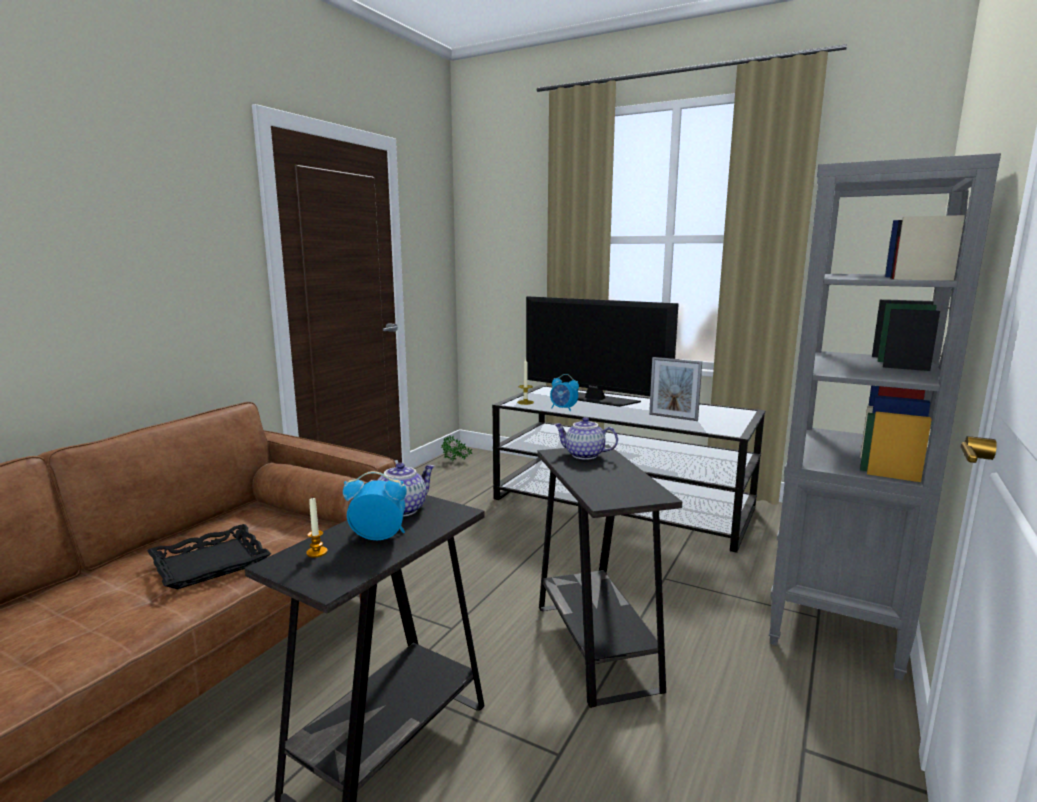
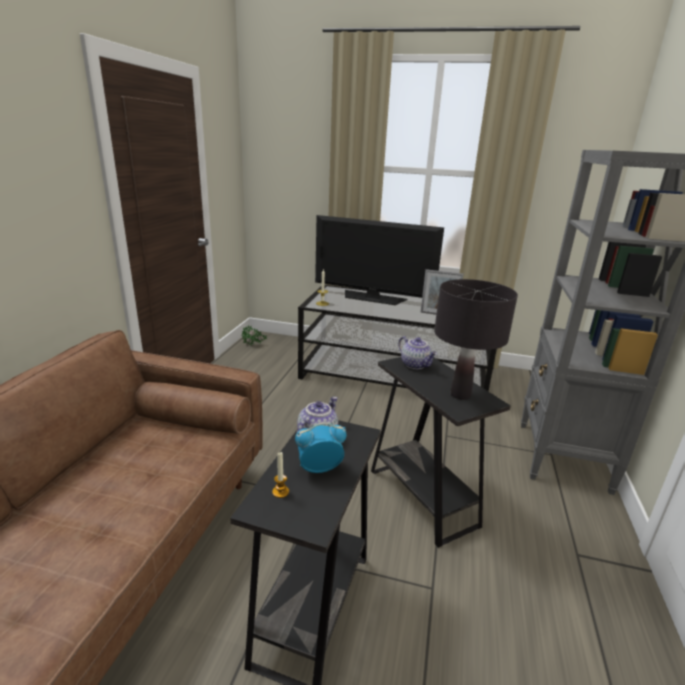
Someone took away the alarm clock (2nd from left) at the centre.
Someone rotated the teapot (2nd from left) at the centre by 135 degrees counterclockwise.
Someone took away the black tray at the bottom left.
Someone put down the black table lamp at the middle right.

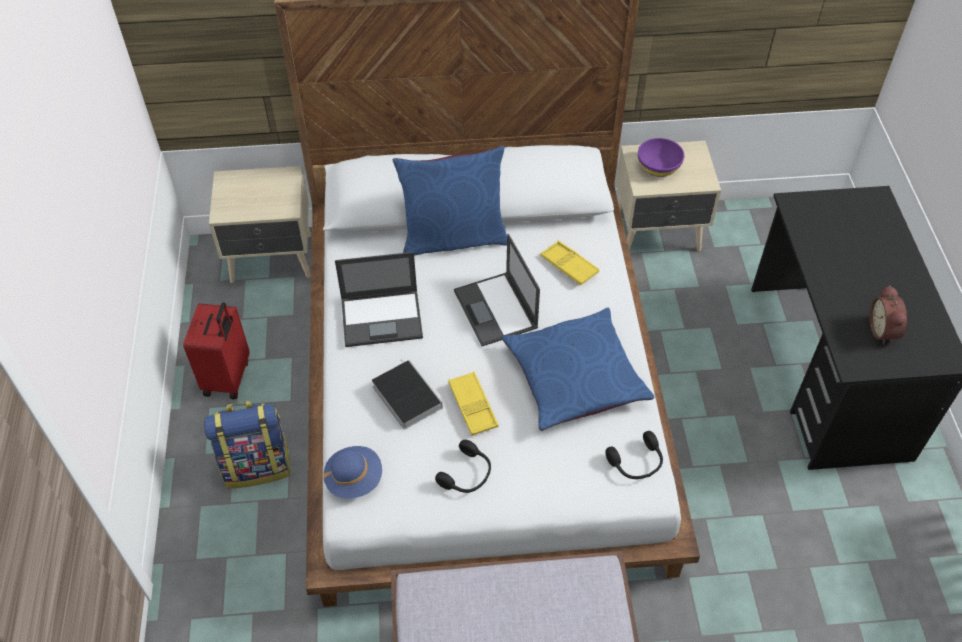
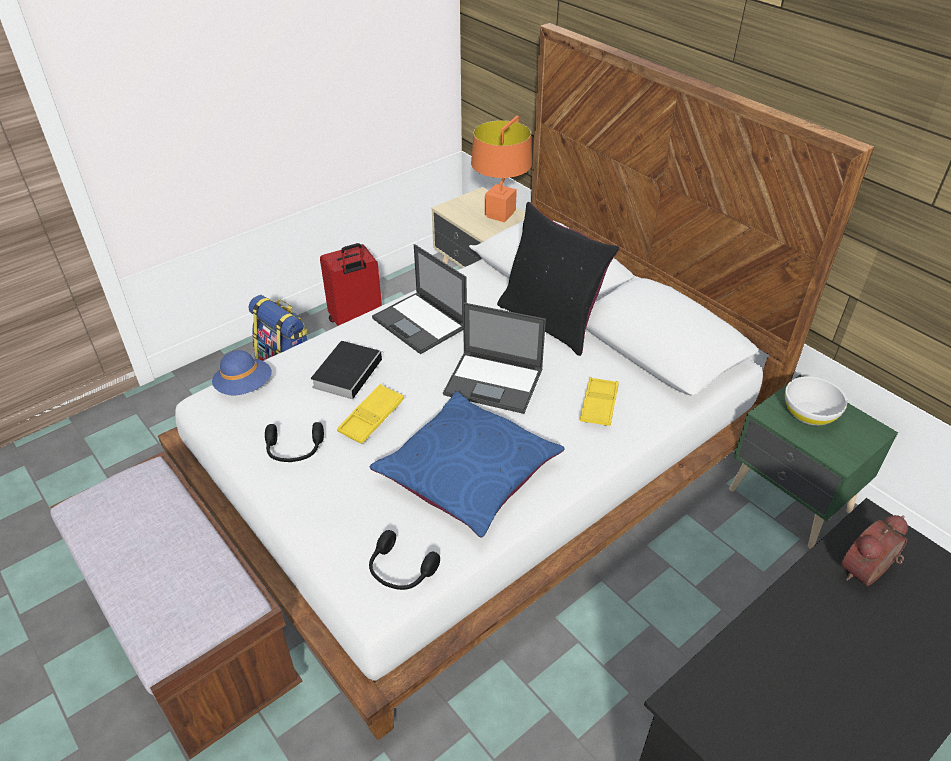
Someone repainted the purple bowl at the top right, which became the white bowl at the middle right.
Someone repainted the beige nightstand (2nd from left) at the top right, which became the green nightstand at the middle right.
Someone repainted the blue pillow (1st from left) at the top centre, which became the black pillow at the centre.
Someone rotated the laptop (2nd from left) at the centre by 105 degrees counterclockwise.
Someone carried the alarm clock from the middle right to the bottom right.
Someone put down the orange table lamp at the top centre.

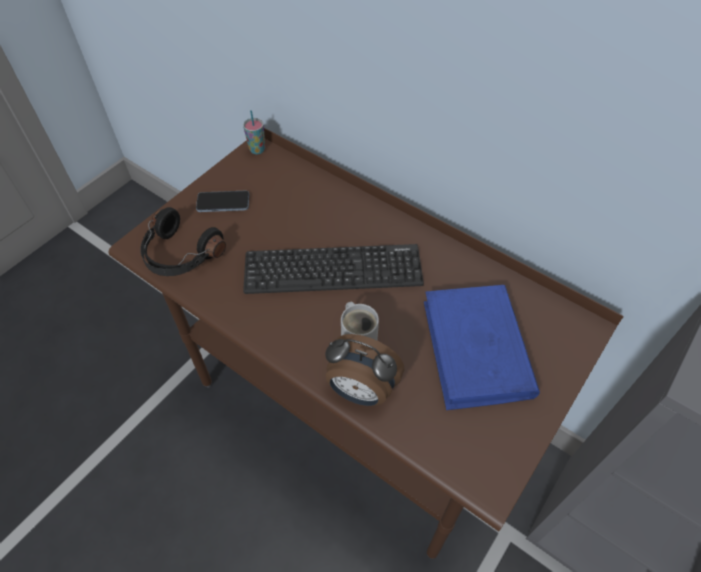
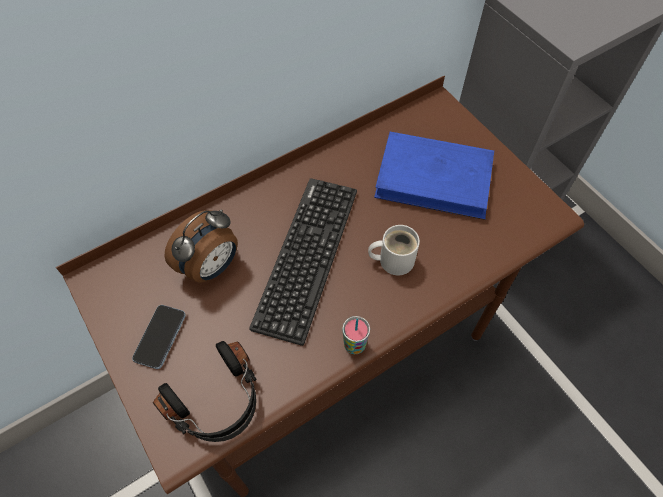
Someone carried the cup from the top centre to the bottom centre.
Someone carried the alarm clock from the centre to the middle left.

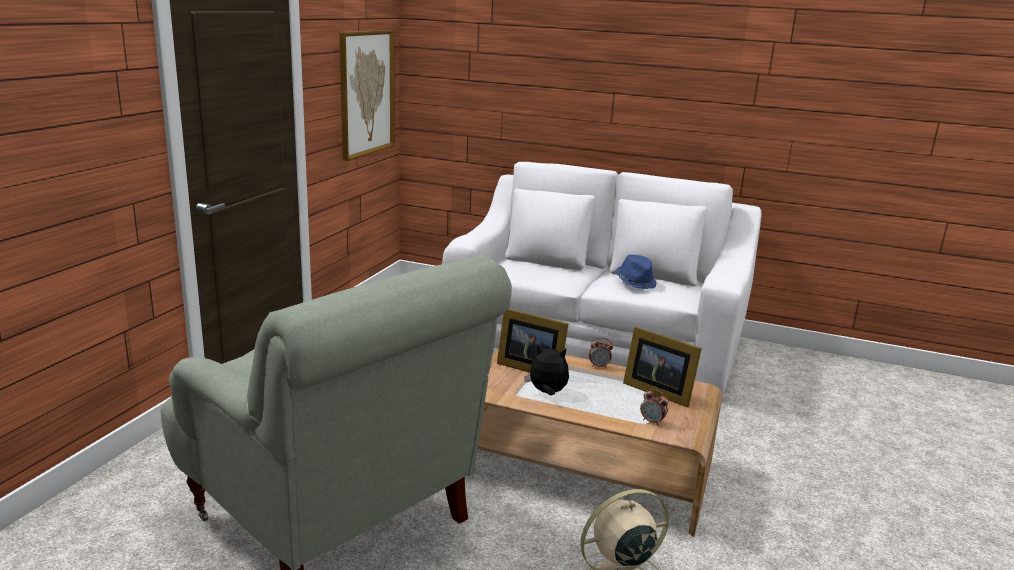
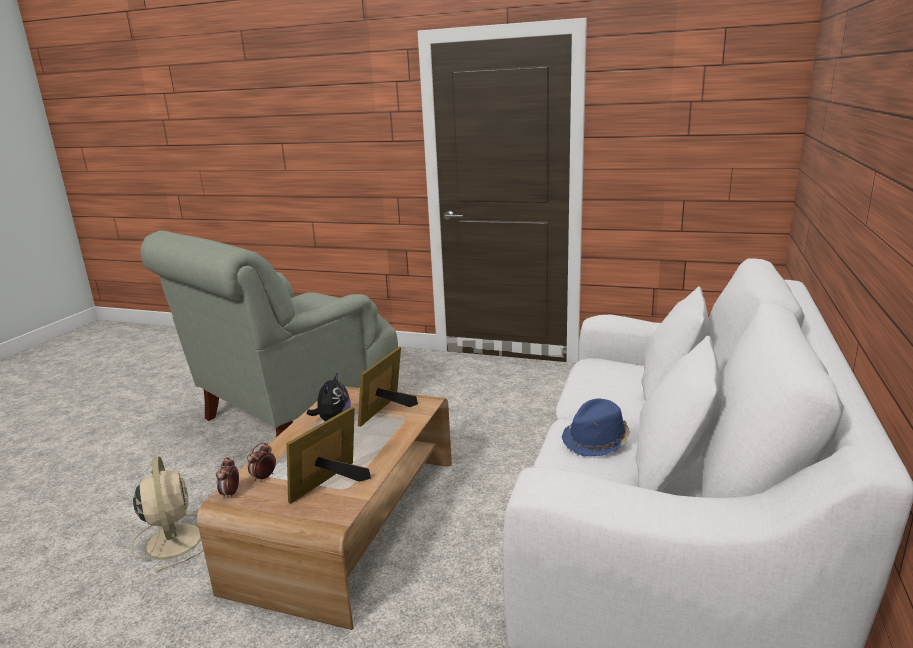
Someone took away the picture at the top centre.
Someone carried the alarm clock (1st from left) from the centre to the bottom left.

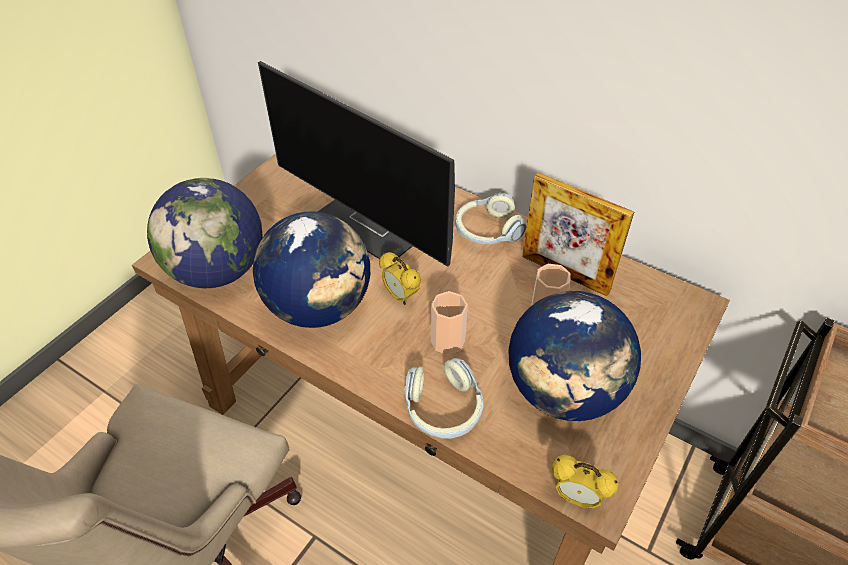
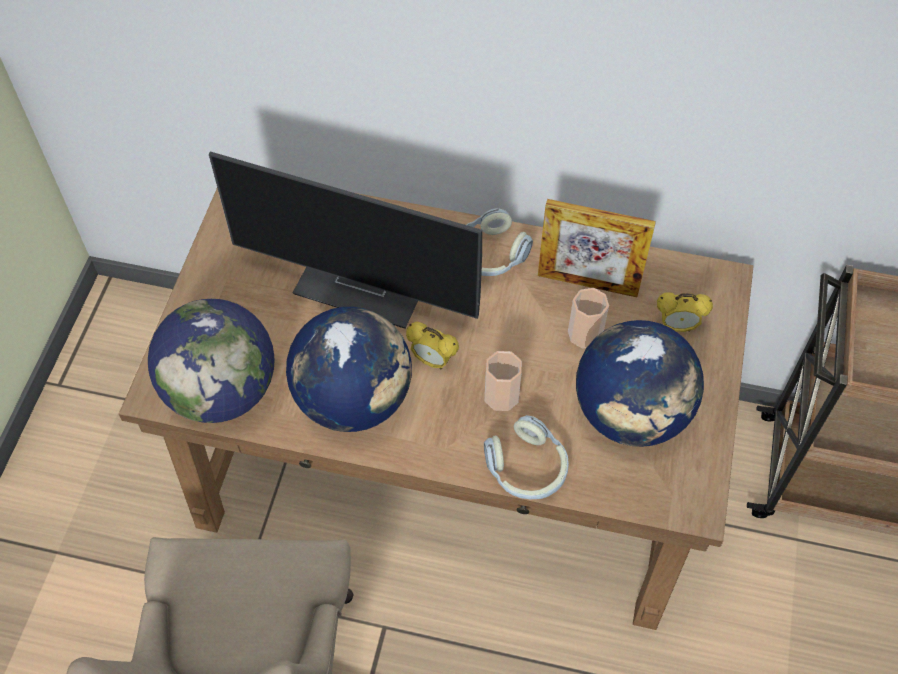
Someone carried the alarm clock (2nd from left) from the bottom right to the middle right.

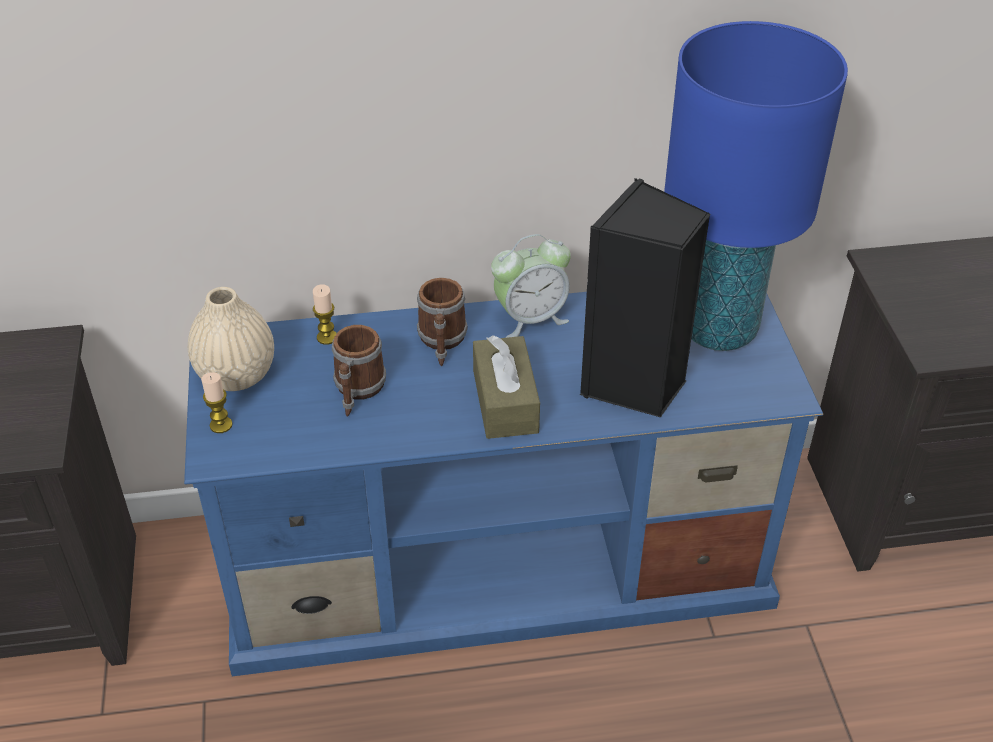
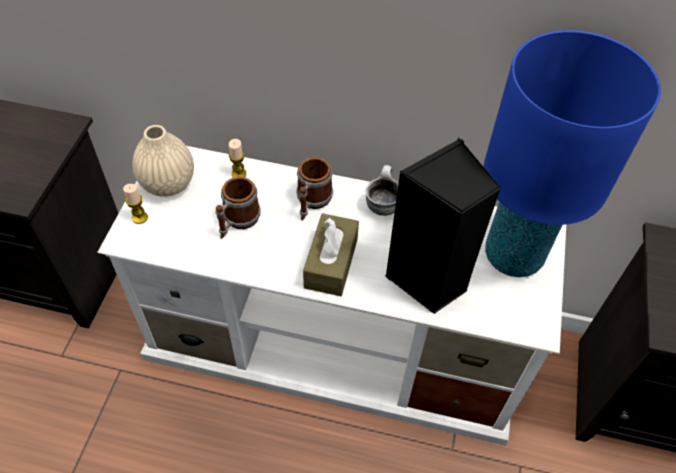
Someone swapped the alarm clock at the centre for the mug (3rd from left) at the centre.
Someone repainted the blue tv stand at the centre, which became the white tv stand at the centre.

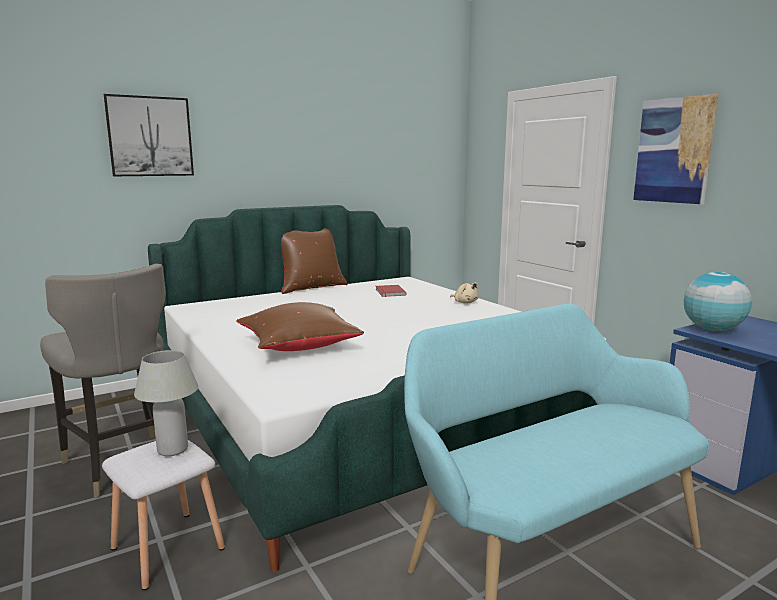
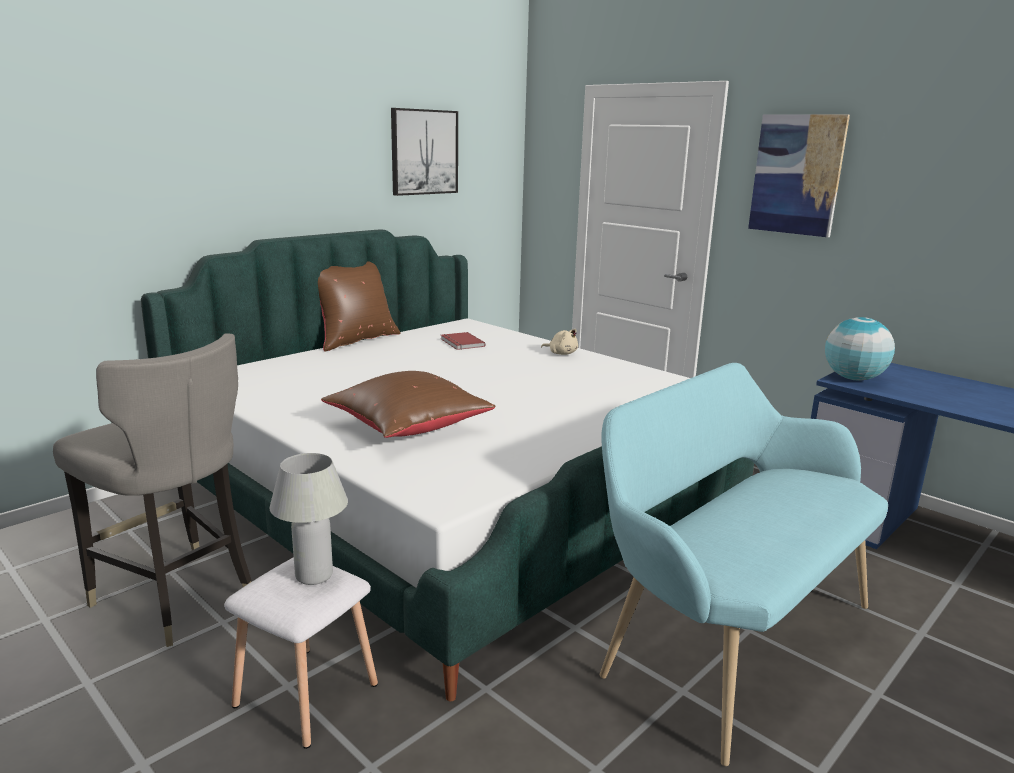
Someone carried the picture (1st from left) from the top left to the top centre.

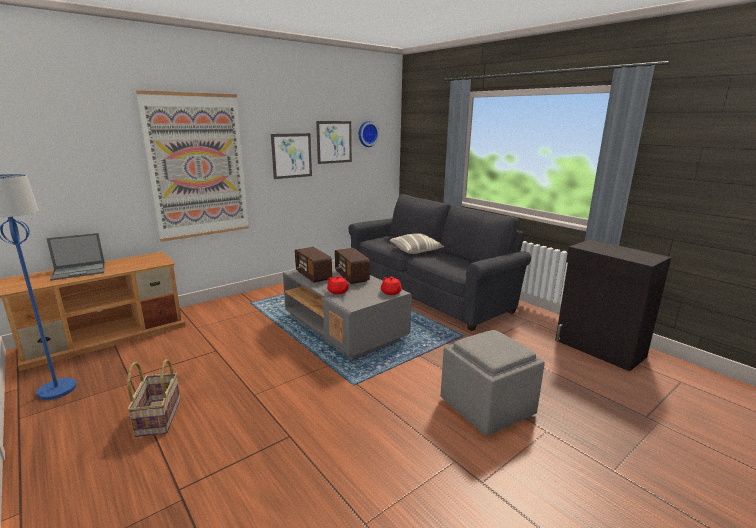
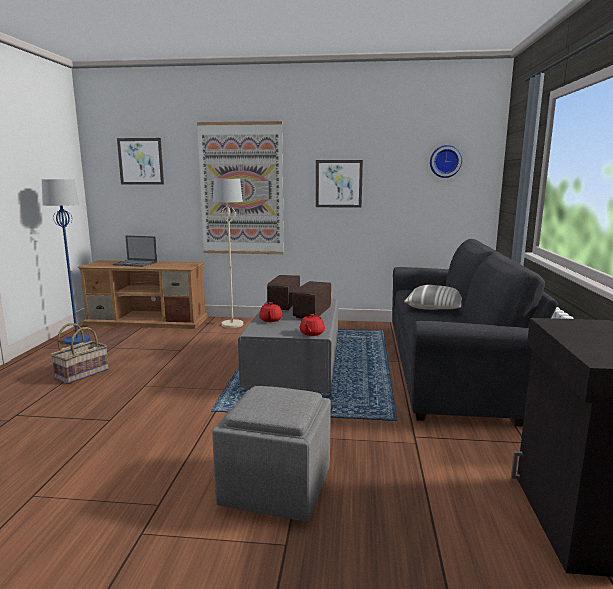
Someone carried the picture (3rd from left in the first image) from the top centre to the top left.
Someone put down the beige floor lamp at the centre.

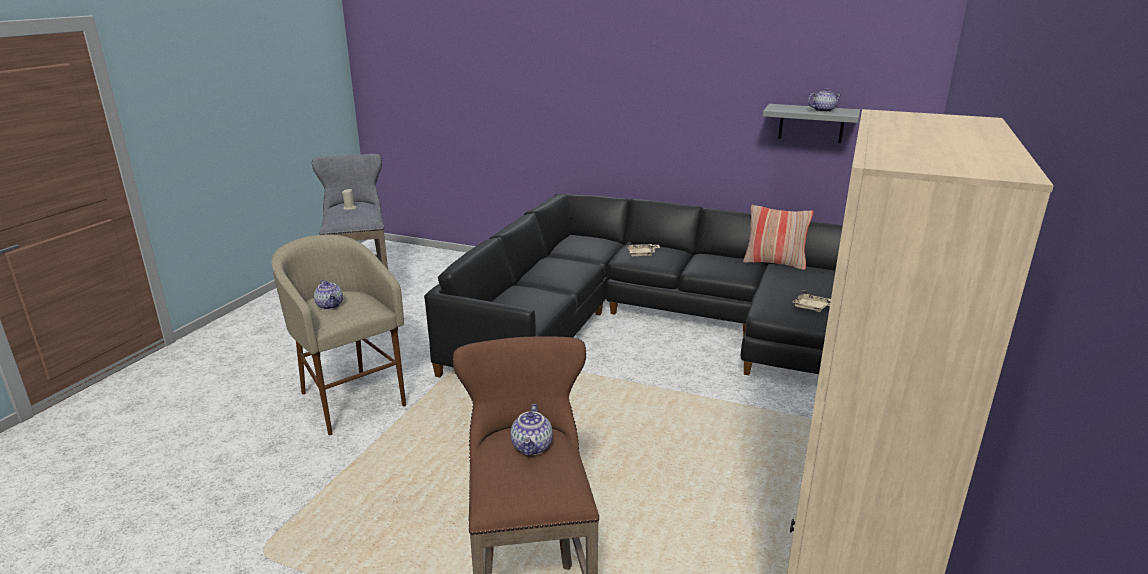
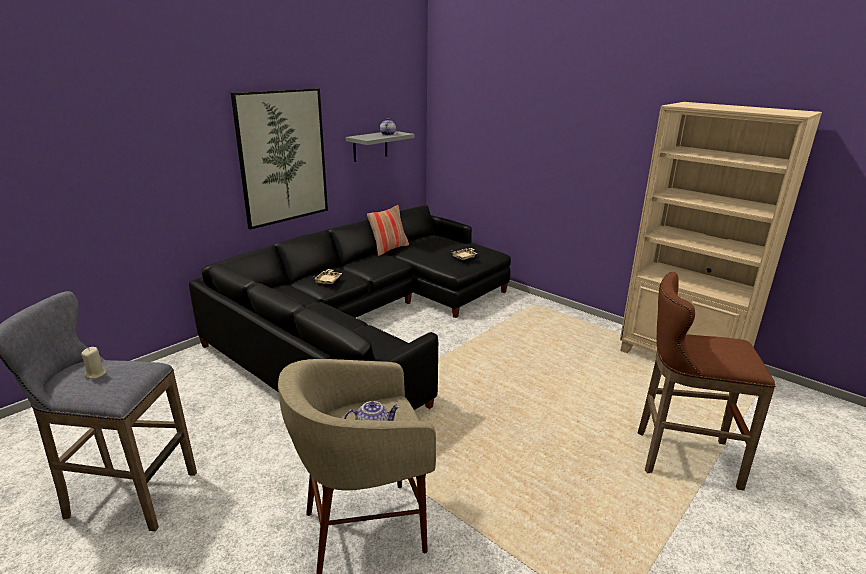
Someone took away the teapot (2nd from left) at the bottom centre.
Someone put up the picture at the top left.

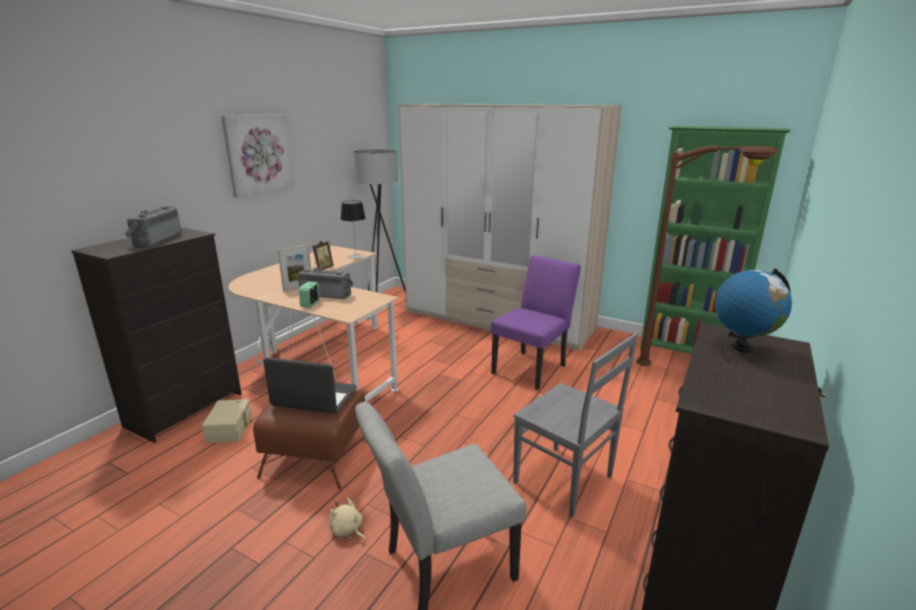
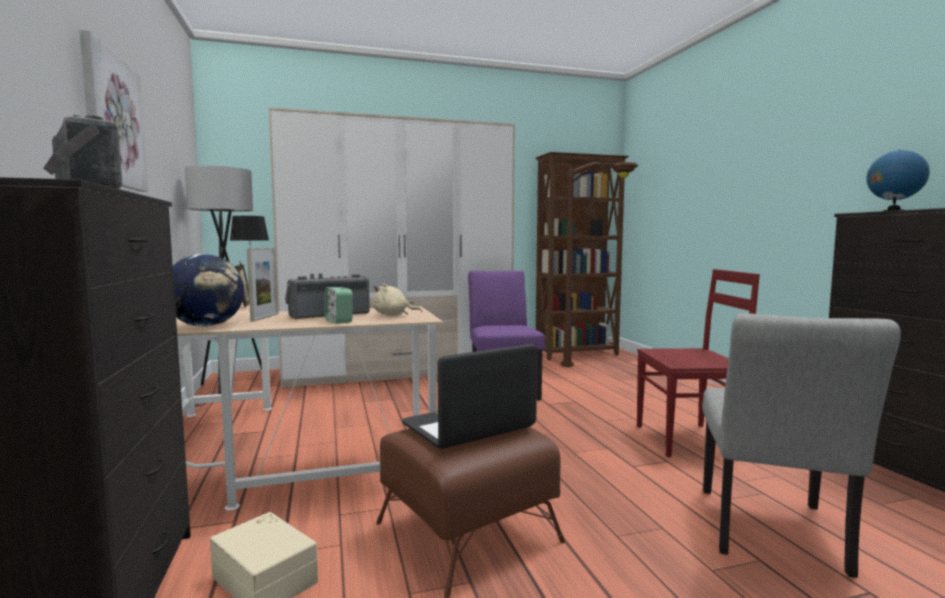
Someone repainted the green bookcase at the middle right, which became the brown bookcase at the centre.
Someone repainted the grey chair (2nd from left) at the bottom centre, which became the red chair at the middle right.
Someone carried the beige plush toy from the bottom centre to the centre.
Someone put down the globe (1st from left) at the middle left.

